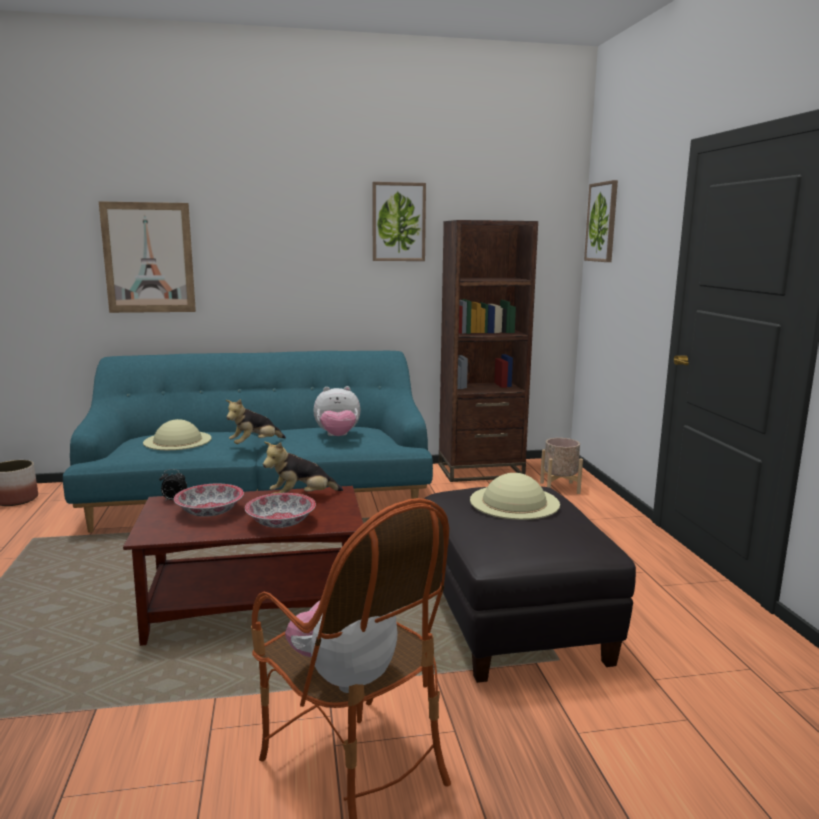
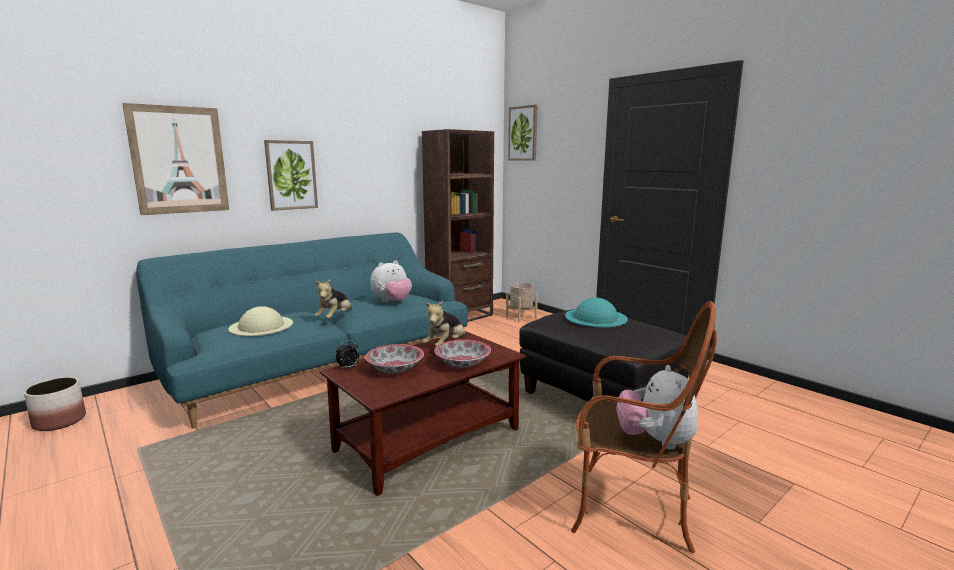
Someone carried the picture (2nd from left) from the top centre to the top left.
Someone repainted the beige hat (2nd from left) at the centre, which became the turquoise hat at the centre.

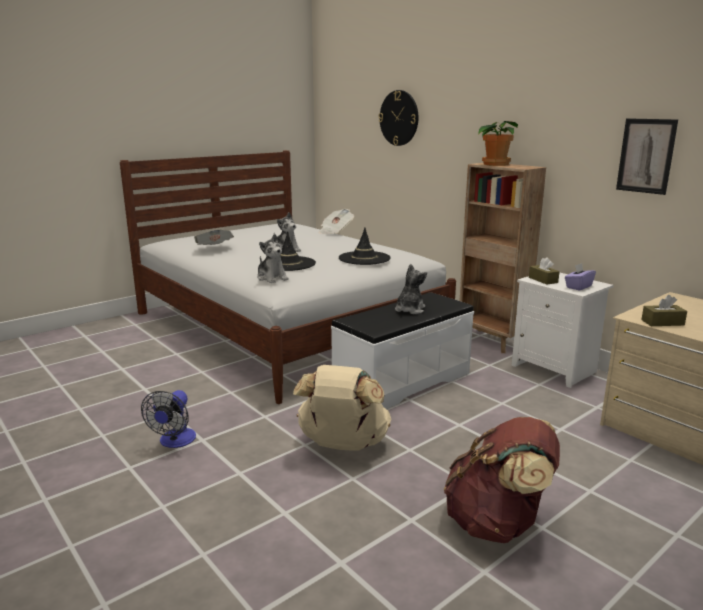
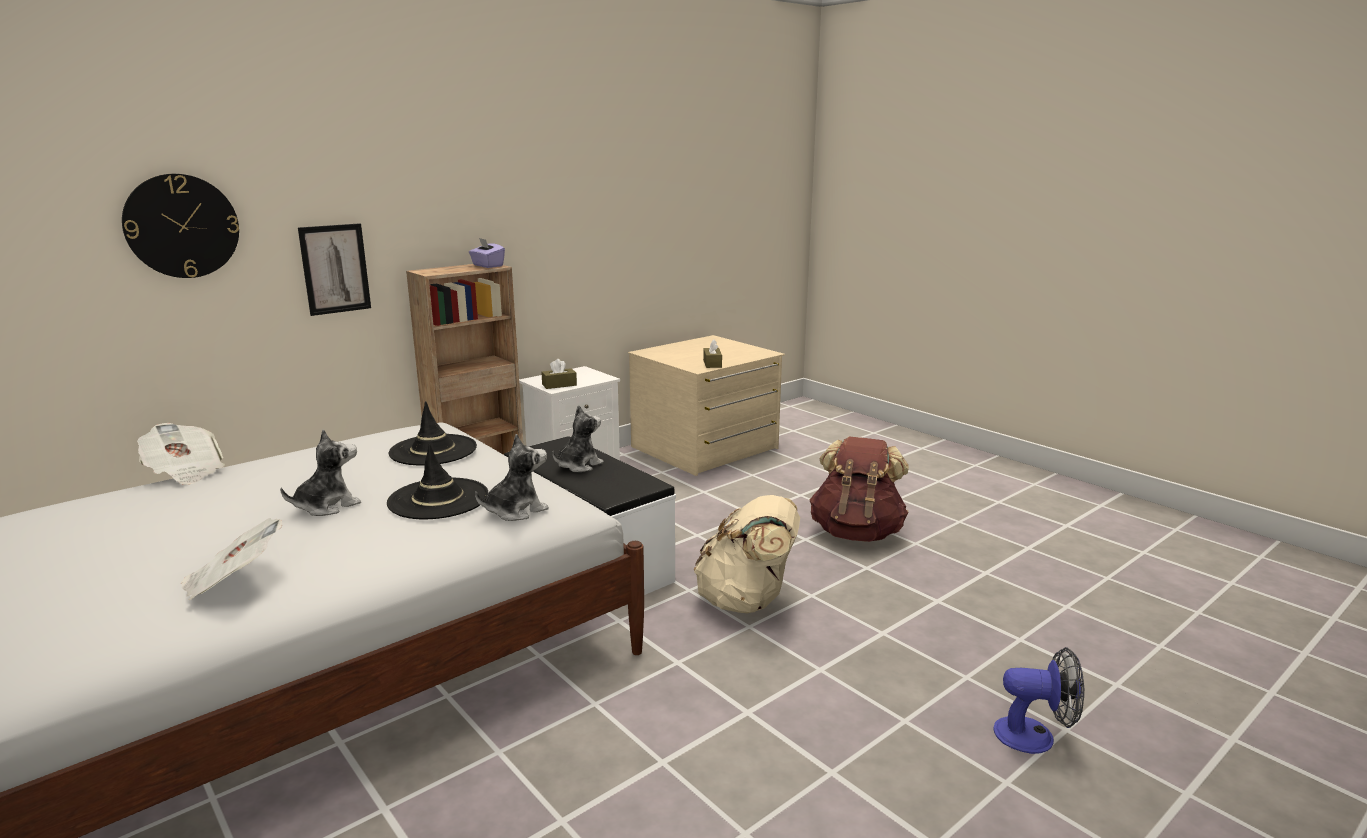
Someone carried the picture from the top right to the top left.
Someone took away the potted plant at the top right.
Someone carried the purple tissue box from the middle right to the top centre.
Someone rotated the plush toy (3rd from left) at the centre by 105 degrees clockwise.
Someone carried the fan from the bottom left to the bottom right.

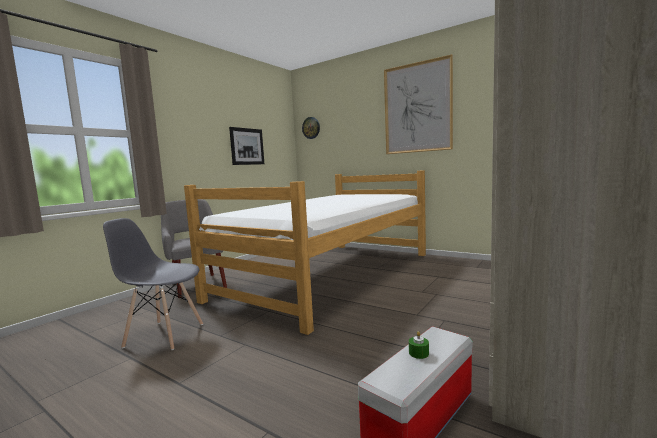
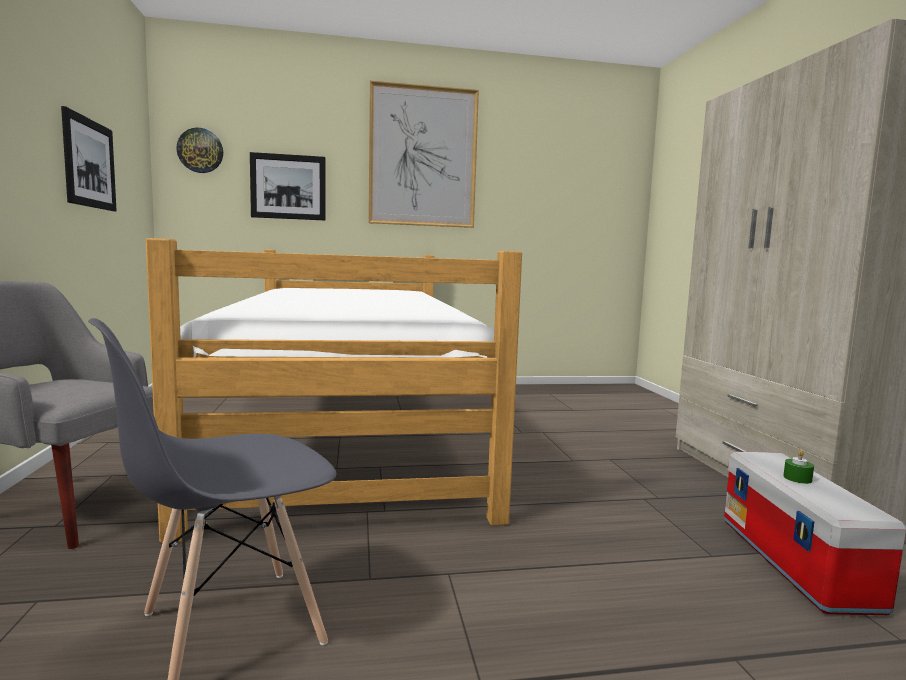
Someone put up the picture (2nd from left) at the top left.

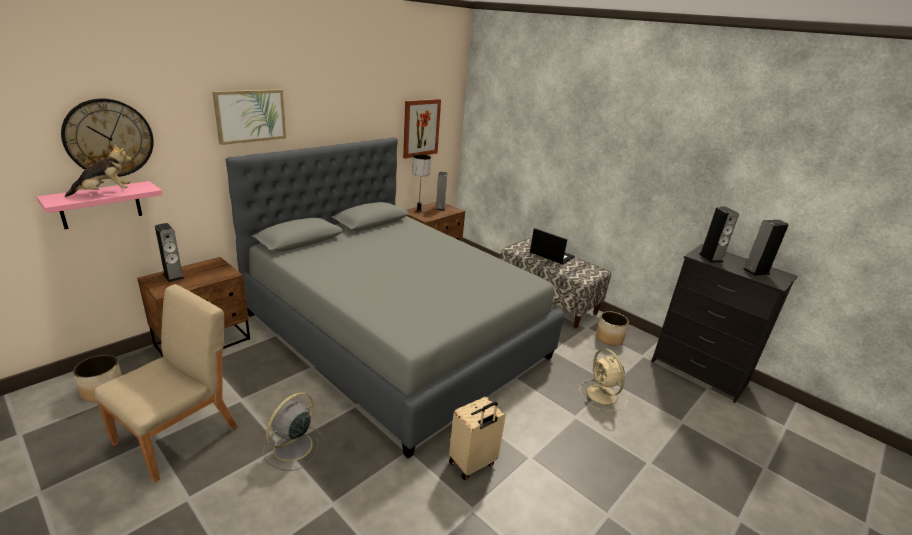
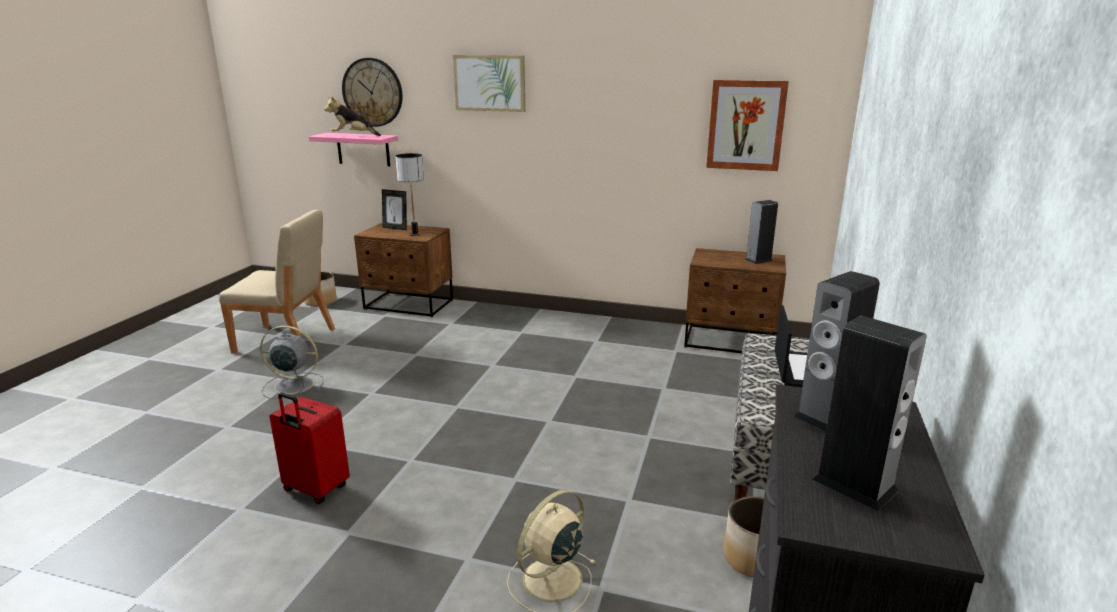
Someone took away the grey bed at the centre.
Someone rotated the plush toy at the top left by 150 degrees clockwise.
Someone carried the table lamp from the centre to the top centre.
Someone swapped the speaker (1st from left) at the middle left for the picture frame at the centre.
Someone repainted the beige suitcase at the bottom centre, which became the red suitcase at the bottom left.

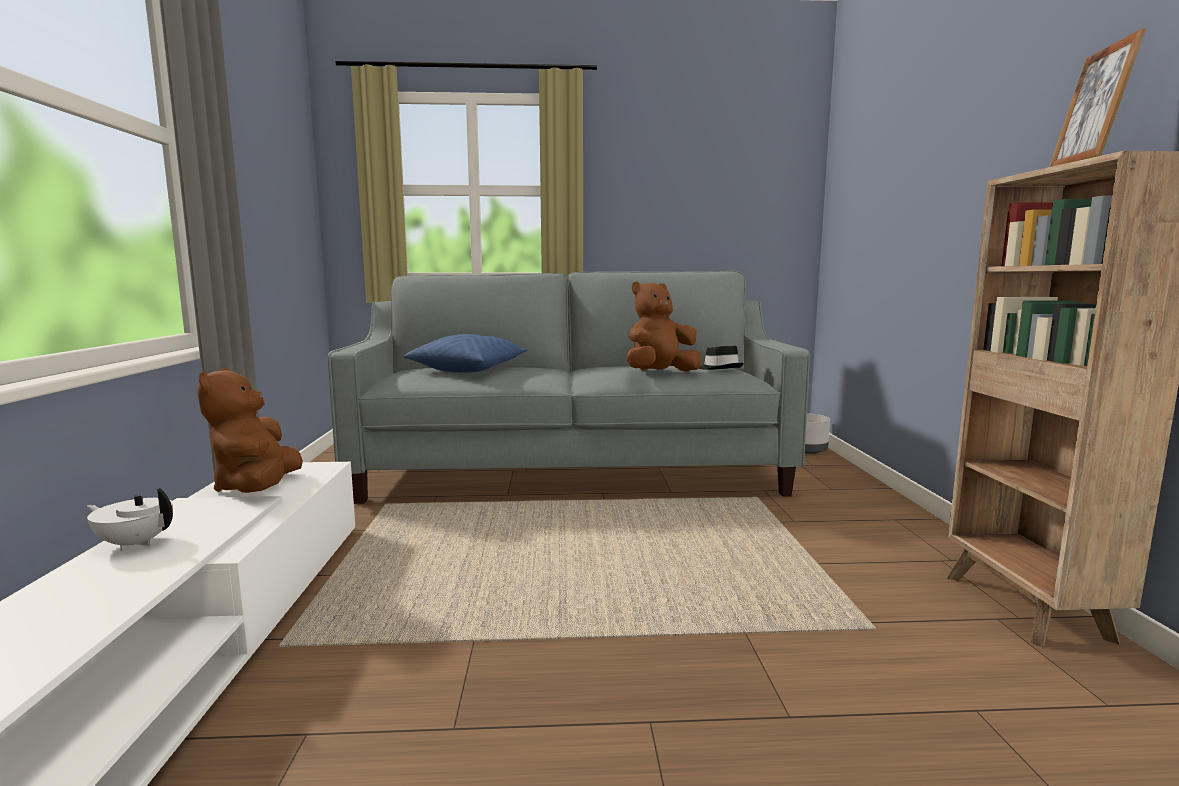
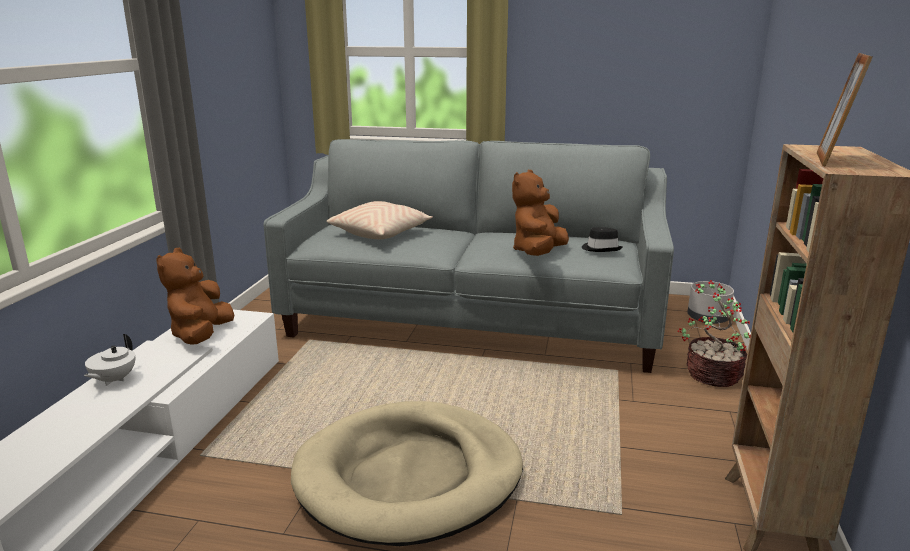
Someone rotated the brown plush toy (2nd from left) at the centre by 45 degrees counterclockwise.
Someone repainted the blue pillow at the centre, which became the beige pillow at the centre.
Someone rotated the white teapot at the middle left by 105 degrees counterclockwise.
Someone put down the potted plant at the middle right.
Someone put down the beige dog bed at the bottom centre.

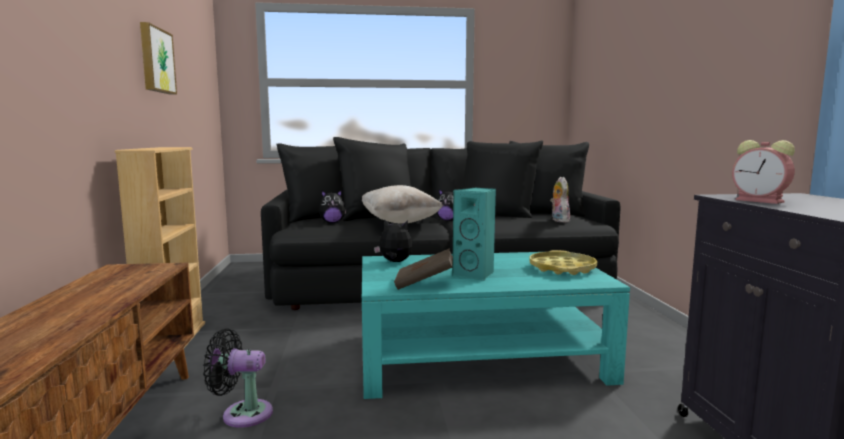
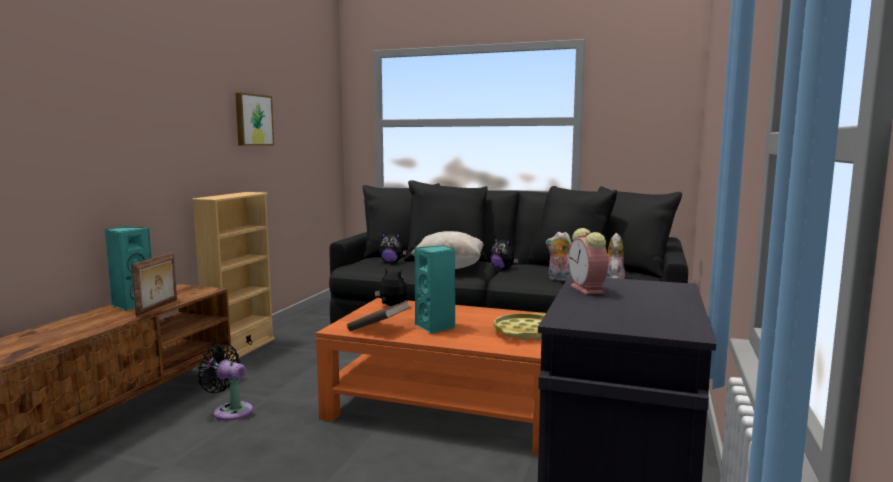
Someone repainted the turquoise coffee table at the bottom centre, which became the orange coffee table at the bottom centre.
Someone put down the turquoise speaker (1st from left) at the middle left.
Someone put down the plush toy (4th from left) at the centre.
Someone put down the picture frame at the middle left.

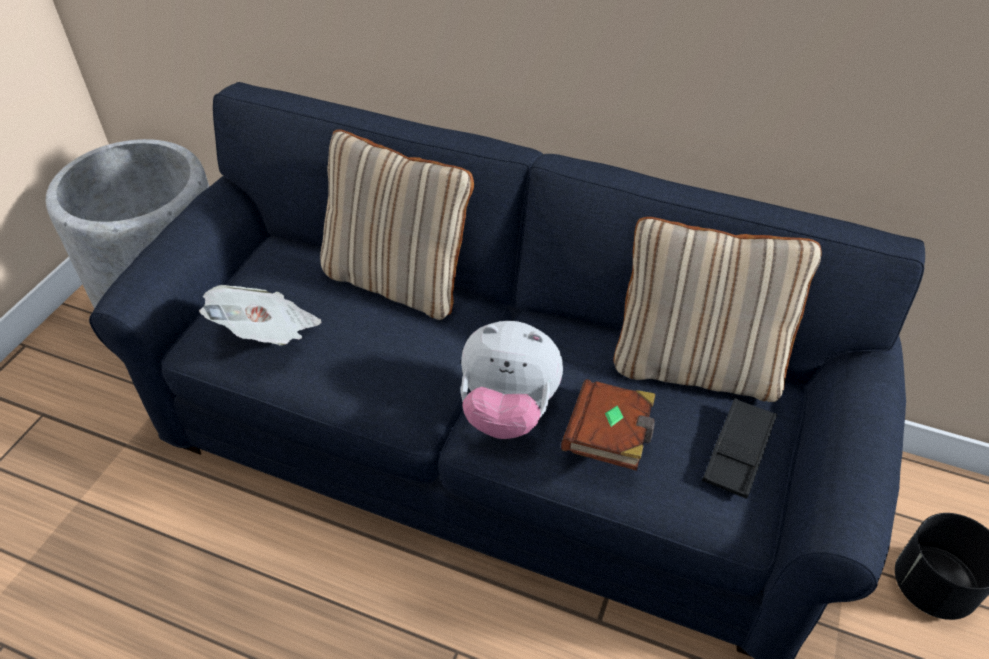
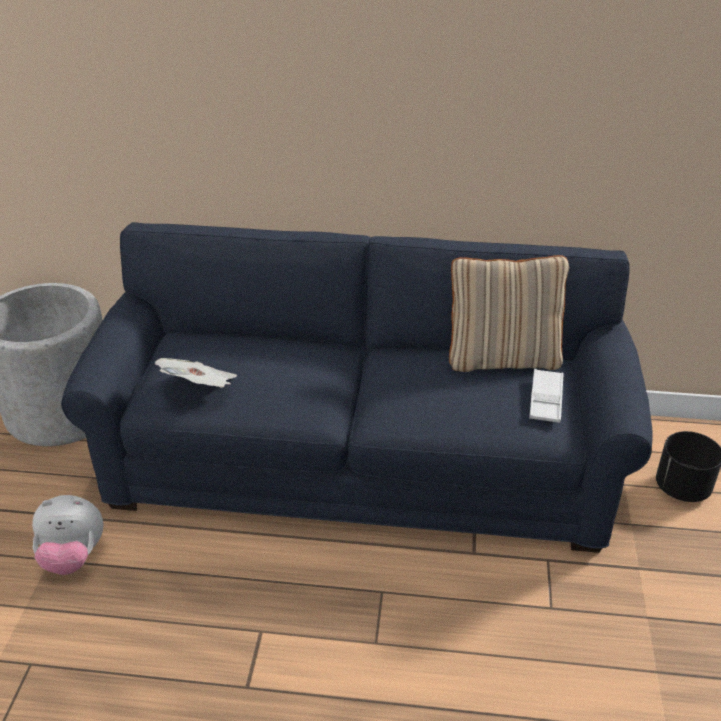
Someone took away the beige pillow (1st from left) at the centre.
Someone carried the plush toy from the centre to the bottom left.
Someone took away the brown book at the centre.
Someone repainted the black tray at the bottom right, which became the white tray at the middle right.

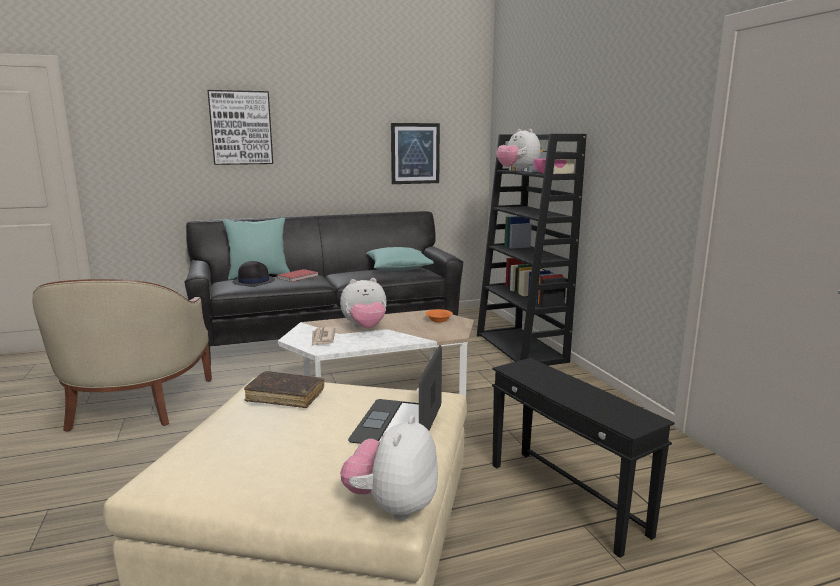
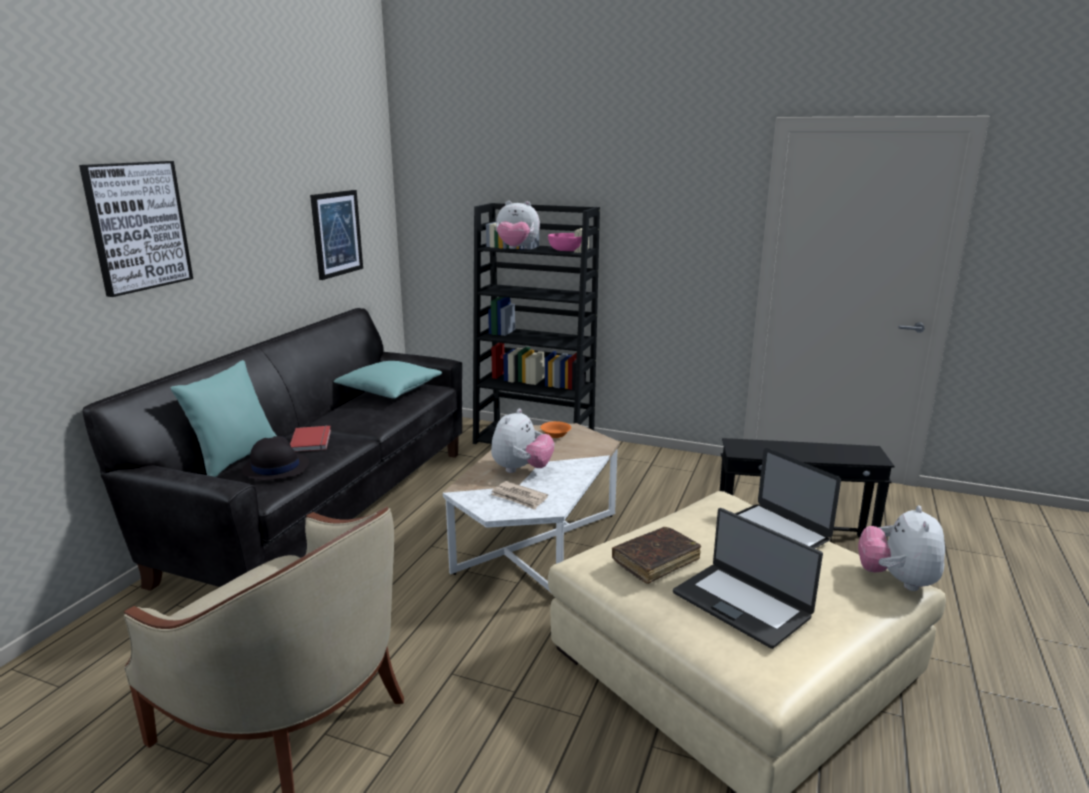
Someone rotated the plush toy (2nd from left in the first image) at the bottom centre by 45 degrees clockwise.
Someone put down the laptop (1st from left) at the bottom right.

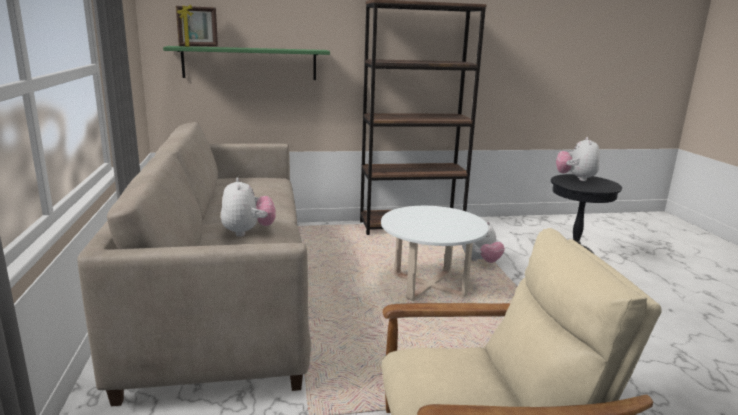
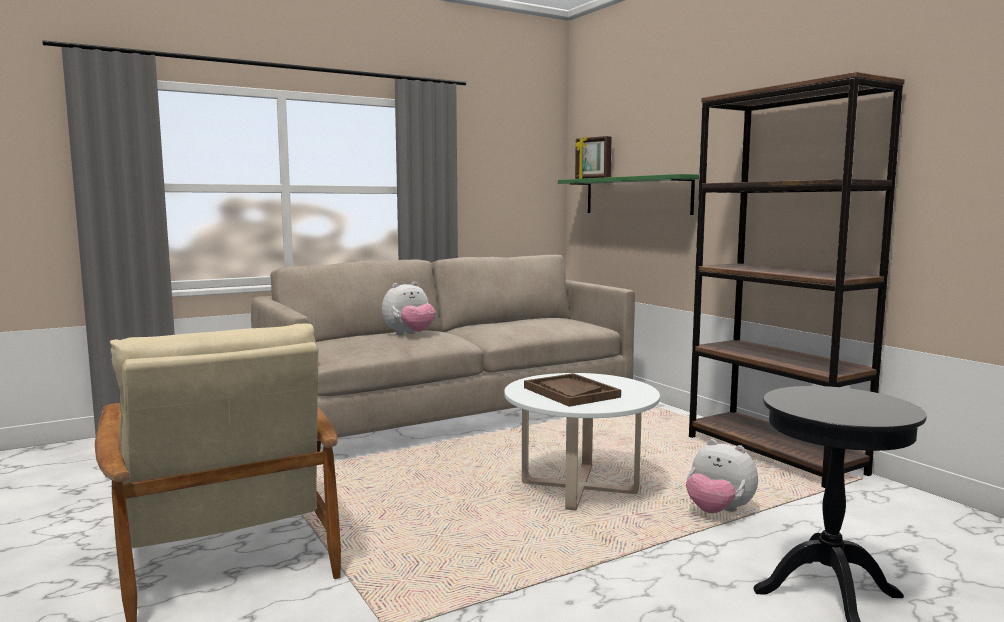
Someone took away the plush toy (3rd from left) at the middle right.
Someone put down the brown tray at the centre.

